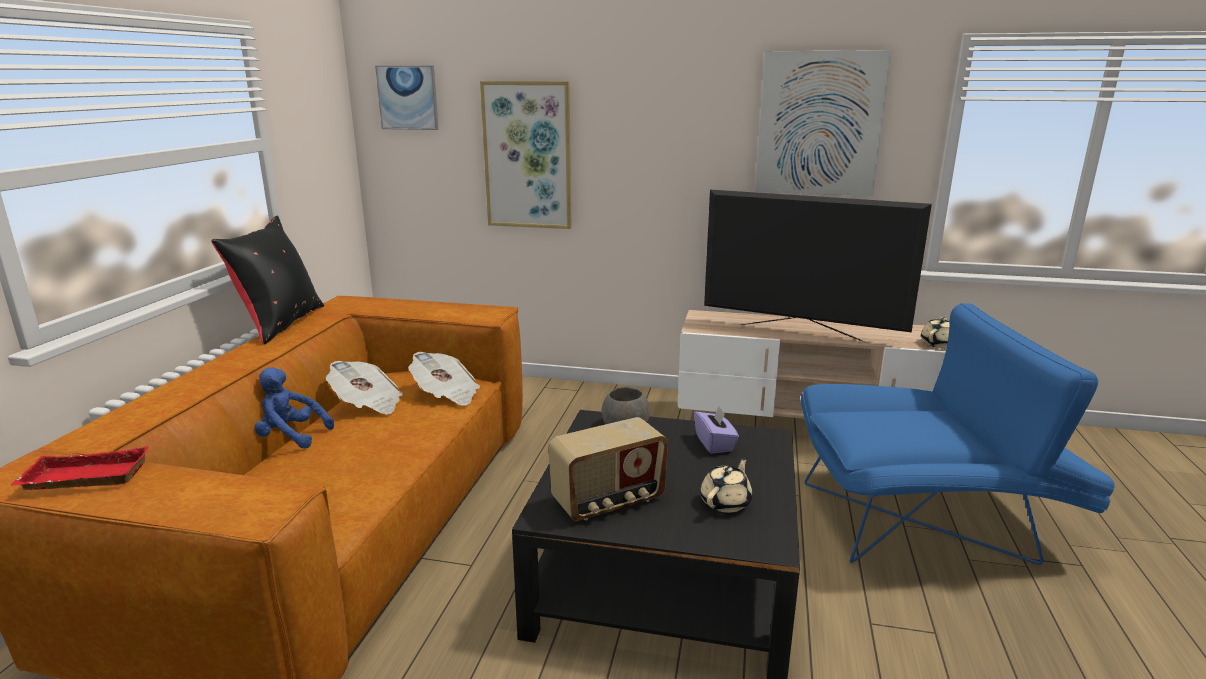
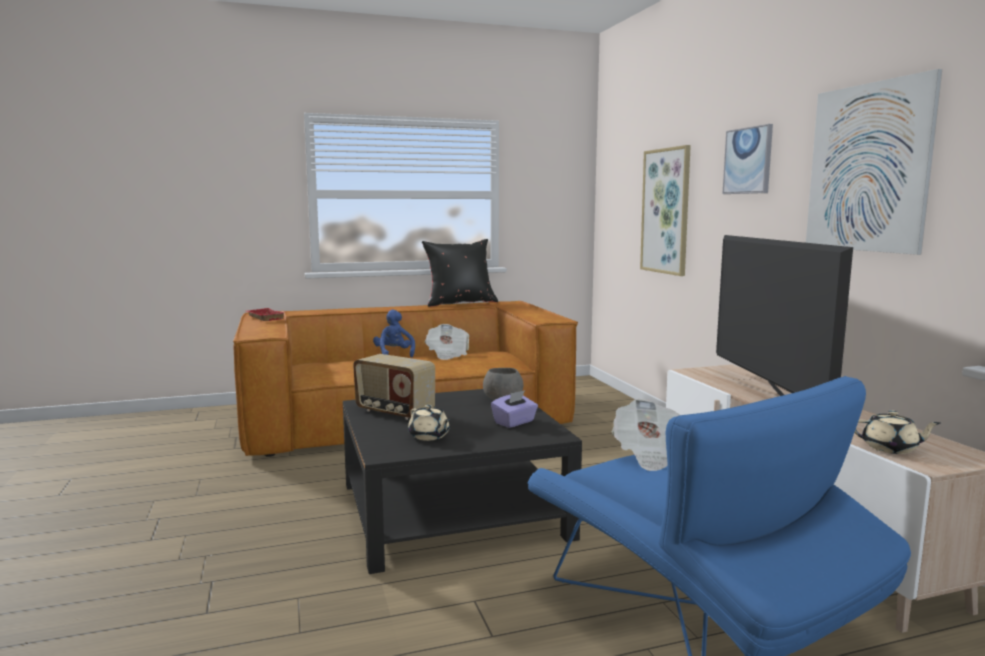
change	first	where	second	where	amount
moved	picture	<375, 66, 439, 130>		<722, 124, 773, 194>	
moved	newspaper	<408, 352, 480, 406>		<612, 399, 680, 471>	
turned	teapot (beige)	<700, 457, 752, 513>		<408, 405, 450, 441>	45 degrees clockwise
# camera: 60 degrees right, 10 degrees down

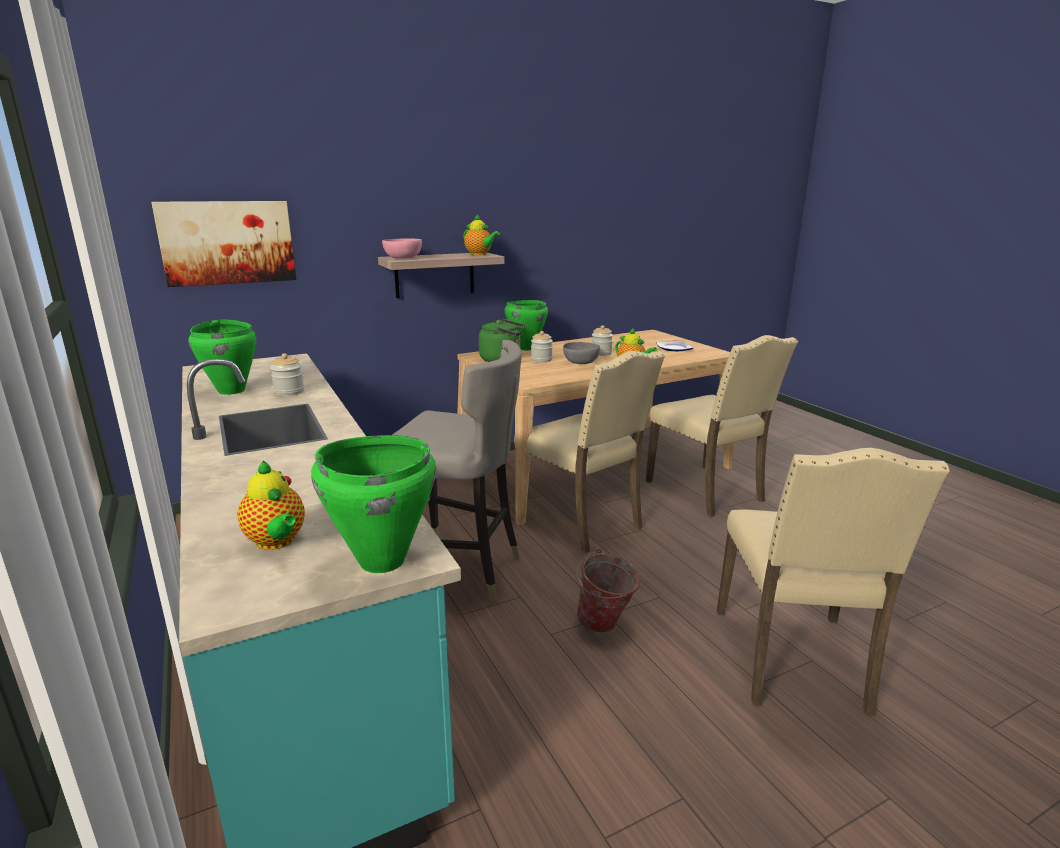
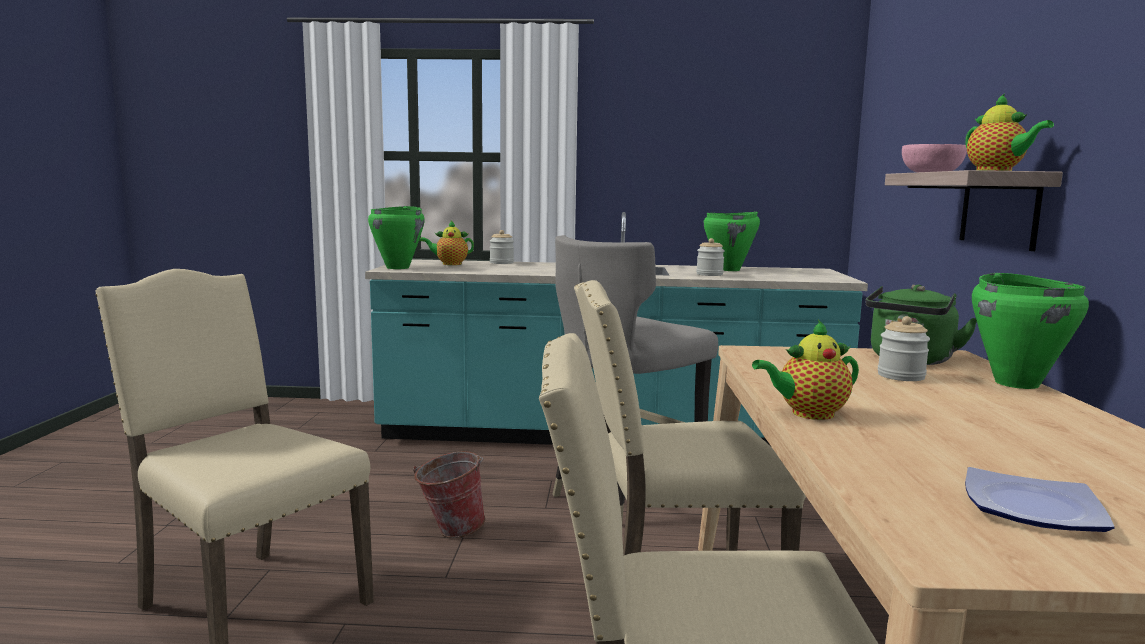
change	first	where	second	where	amount
removed	picture	<151, 201, 296, 287>			
turned	teapot	<463, 214, 500, 255>		<965, 93, 1054, 171>	90 degrees counterclockwise
removed	bowl (grey)	<563, 342, 600, 364>			
moved	jar	<592, 325, 613, 356>		<490, 230, 514, 264>	
# camera: 120 degrees right, 10 degrees down

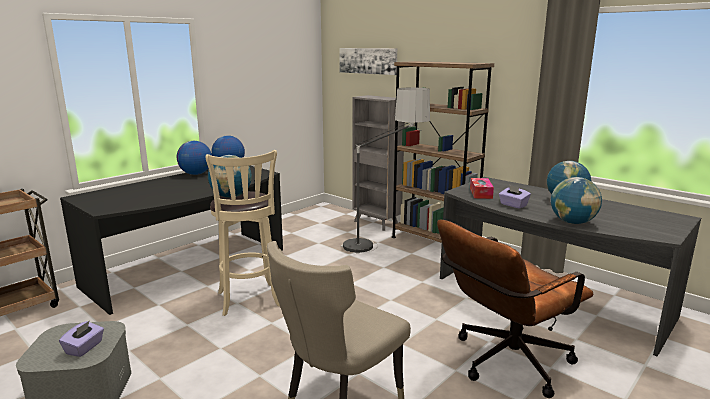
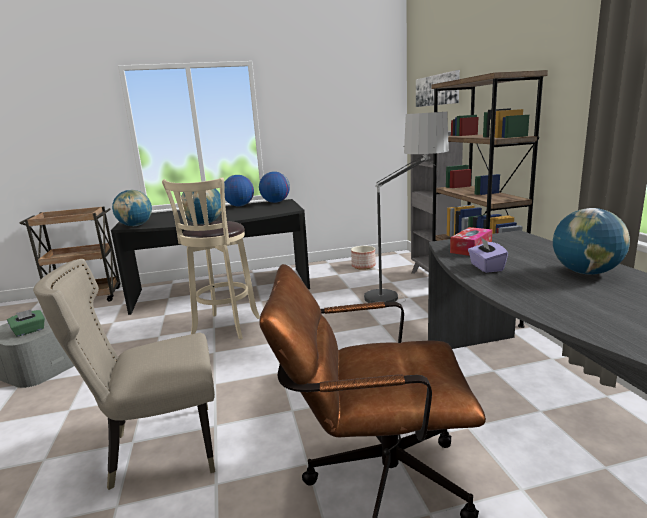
change	first	where	second	where	amount
recoloured	tissue box (purple)	<59, 321, 104, 357>	tissue box (green)	<7, 309, 45, 337>	
moved	globe	<551, 177, 602, 224>		<112, 190, 152, 226>	
added			planter	<351, 246, 376, 270>	
# camera: 35 degrees right, 0 degrees up

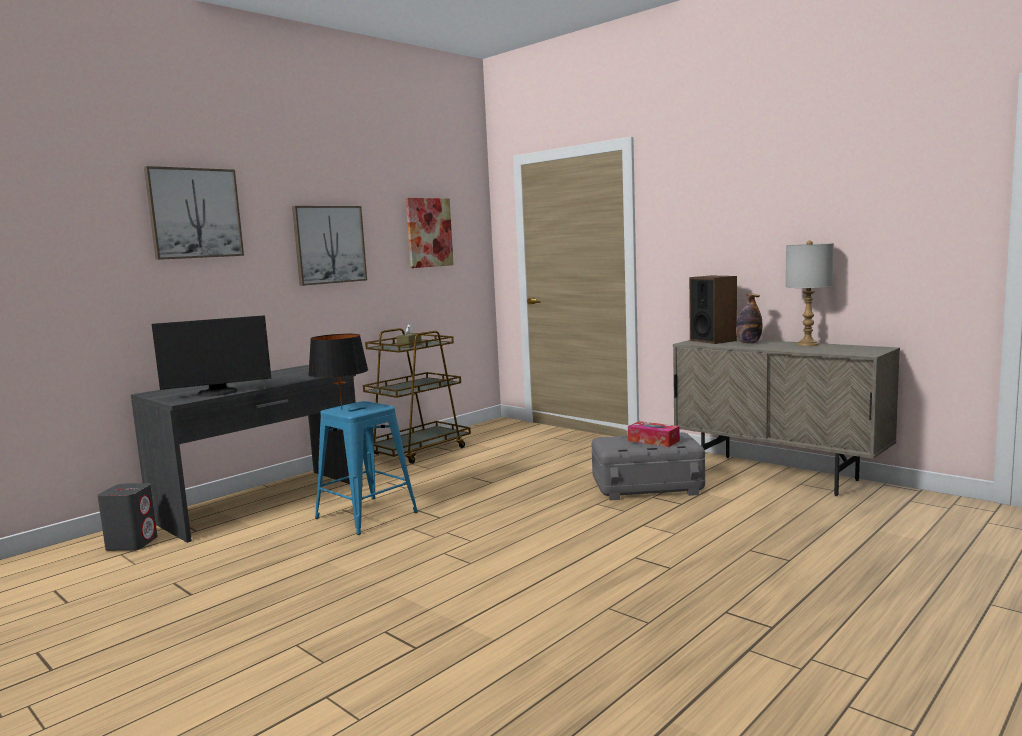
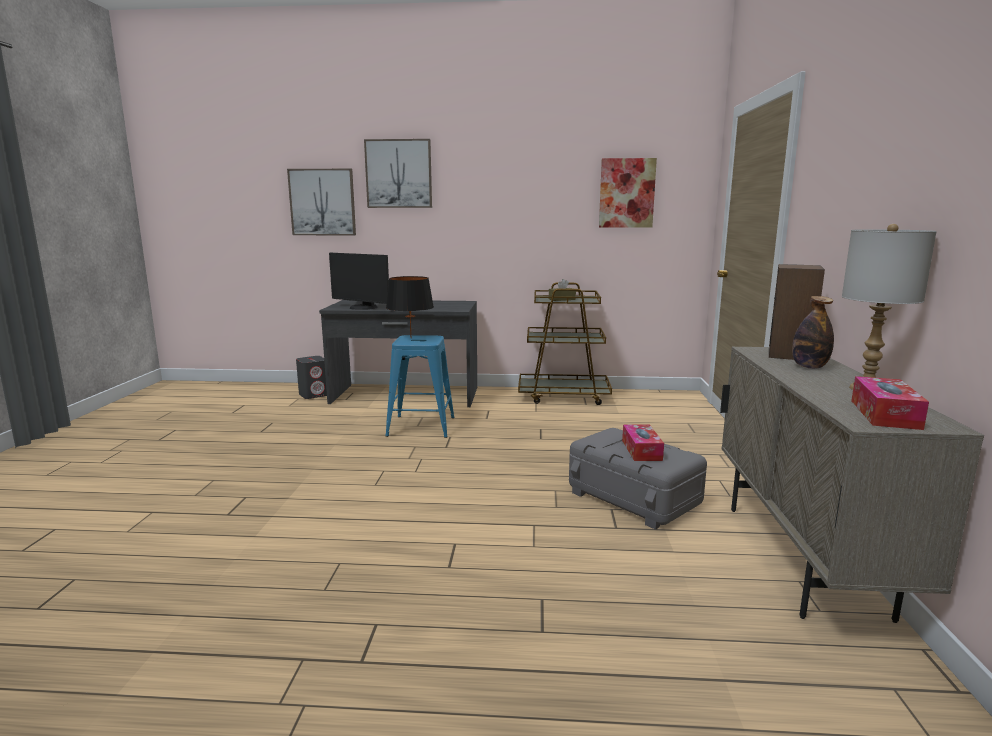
change	first	where	second	where	amount
moved	picture	<292, 206, 367, 286>		<287, 169, 356, 235>	
added			tissue box	<851, 376, 929, 430>	
# camera: 50 degrees right, 5 degrees up

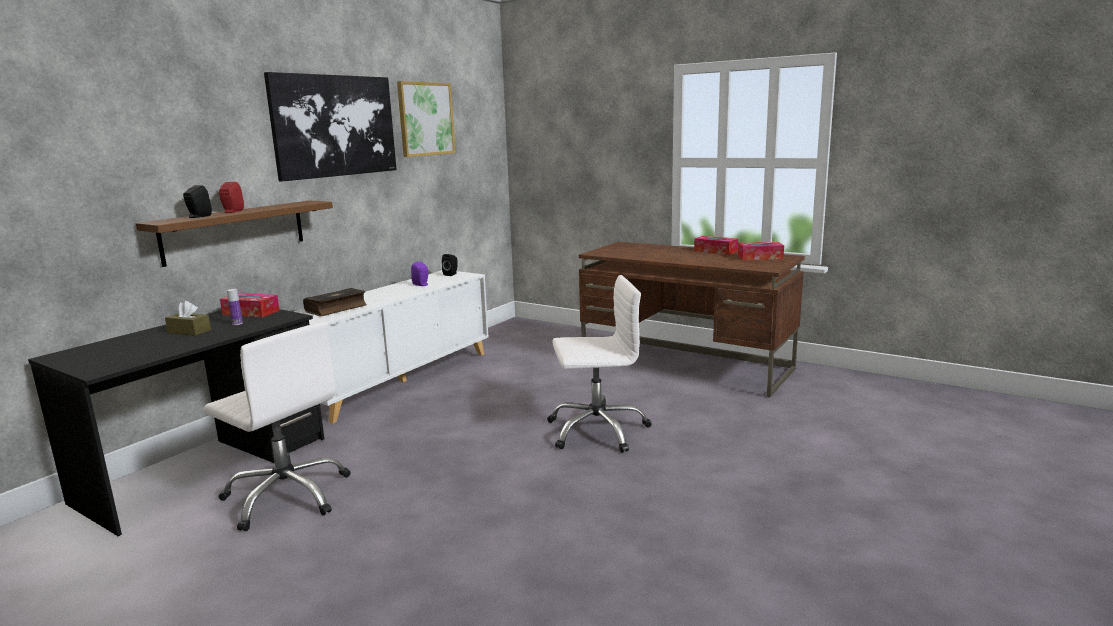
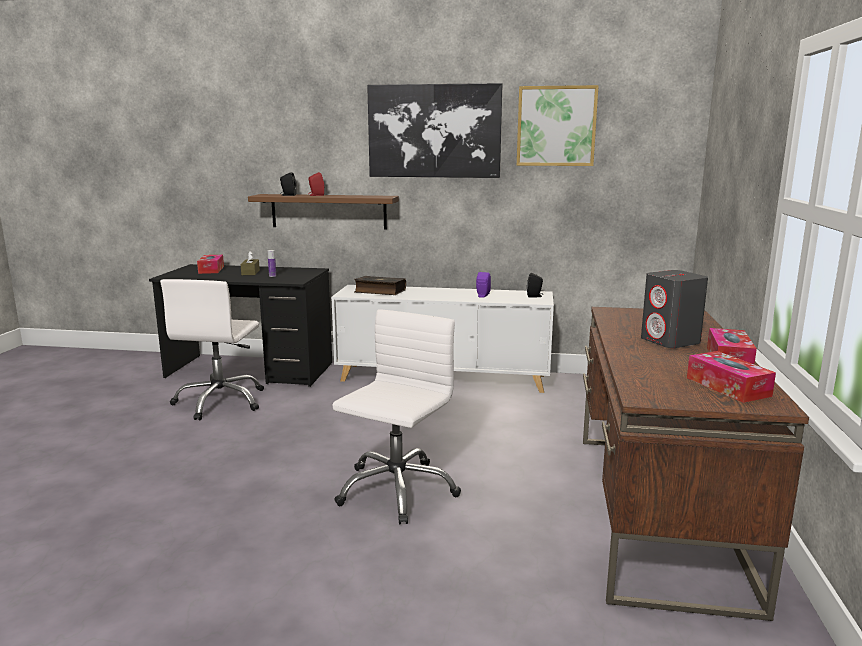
change	first	where	second	where	amount
moved	tissue box	<220, 293, 280, 317>		<197, 255, 224, 274>	
turned	office chair (white)	<547, 275, 652, 453>		<332, 309, 461, 524>	120 degrees counterclockwise
added			speaker (grey)	<641, 270, 708, 348>	
# camera: 65 degrees right, 0 degrees up

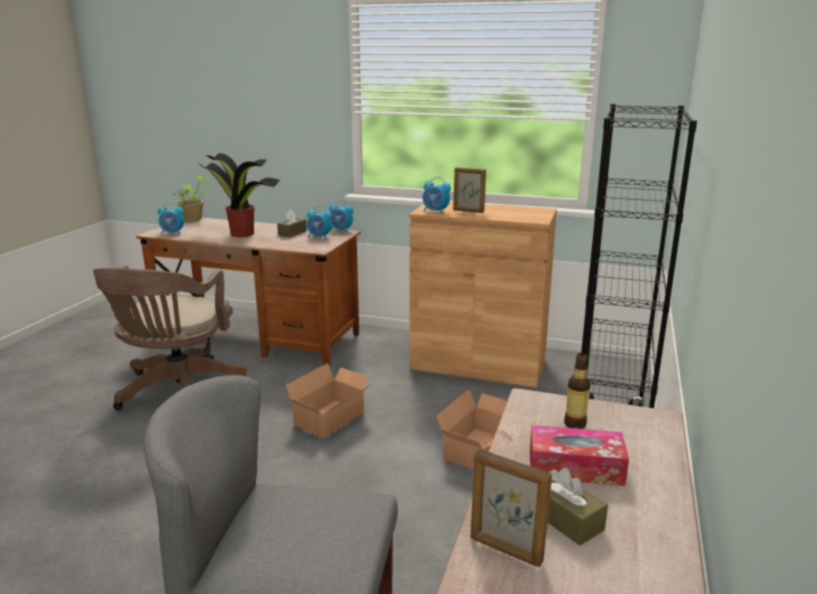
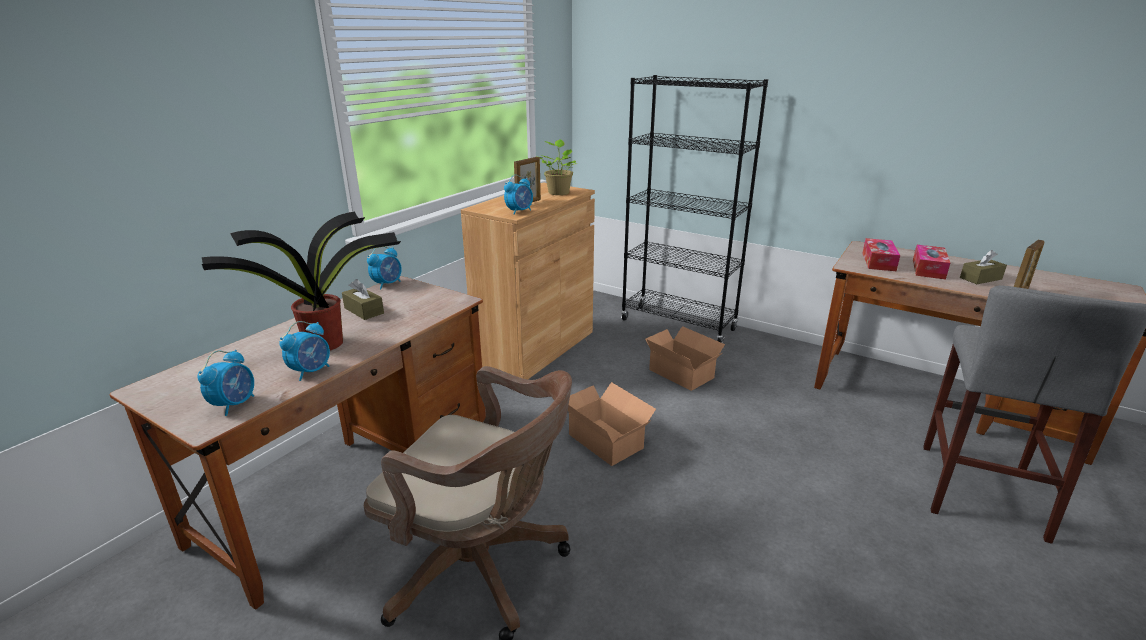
change	first	where	second	where	amount
moved	potted plant	<171, 175, 210, 222>		<536, 139, 577, 195>	
moved	alarm clock	<307, 206, 332, 239>		<279, 321, 330, 381>	
replaced	bottle	<564, 353, 590, 429>	tissue box	<862, 238, 900, 271>	
# camera: 75 degrees left, 5 degrees up

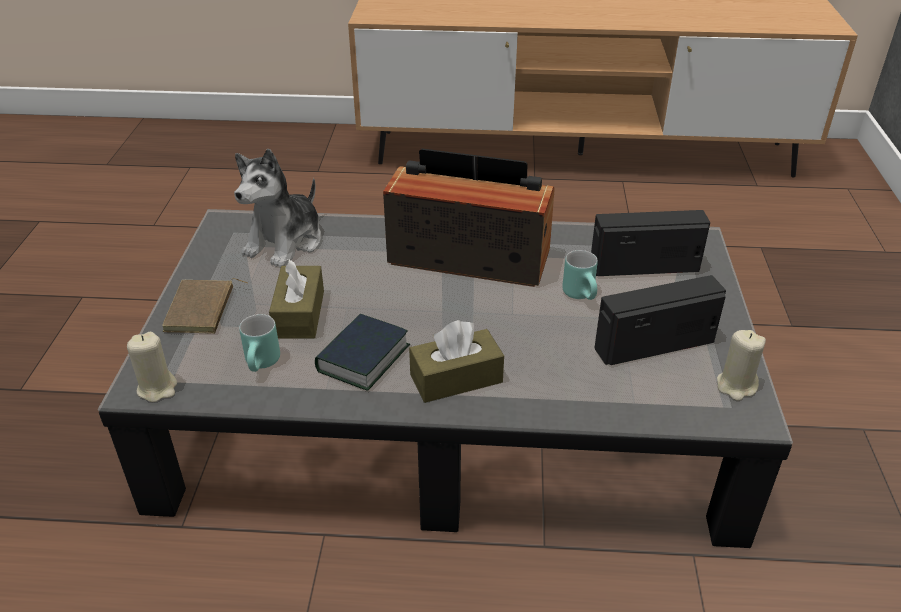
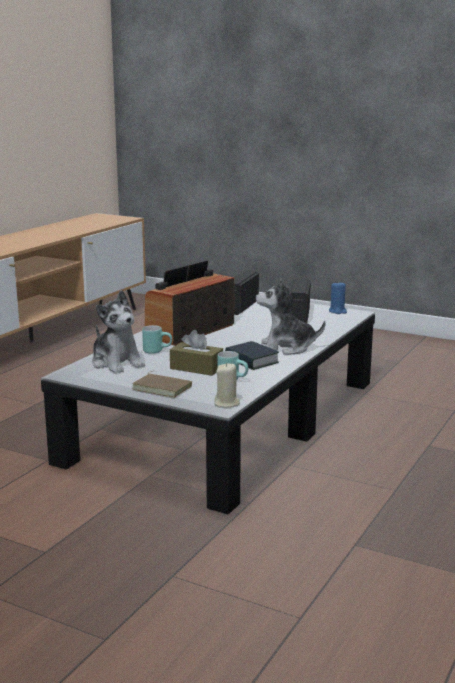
change	first	where	second	where	amount
replaced	tissue box (brown)	<409, 320, 504, 403>	plush toy	<256, 279, 325, 355>	
moved	mug (turquoise)	<562, 250, 598, 300>		<142, 325, 172, 354>	
recoloured	candle (beige)	<717, 330, 766, 401>	candle (blue)	<329, 282, 347, 314>	
# camera: 65 degrees left, 20 degrees down

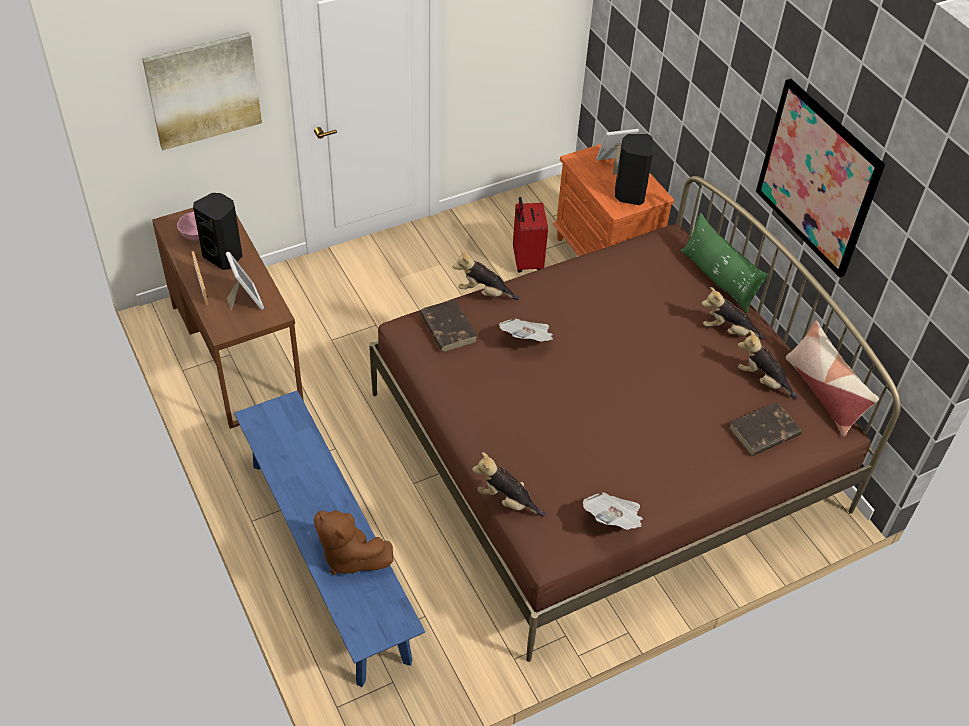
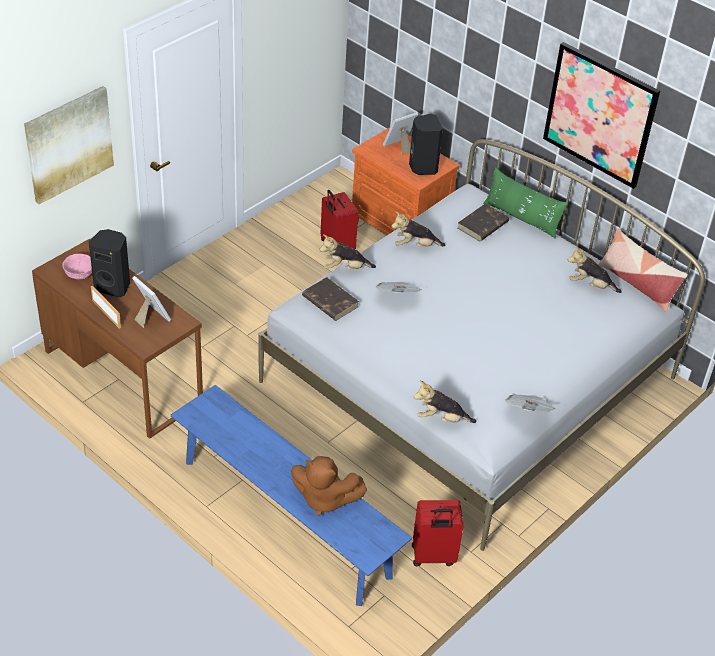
change	first	where	second	where	amount
recoloured	bed (brown)	<369, 176, 901, 662>	bed (white)	<258, 139, 705, 551>	
moved	plush toy	<701, 287, 765, 340>		<391, 211, 446, 247>	
moved	book (brown)	<729, 402, 802, 456>		<458, 203, 509, 241>	
added			suitcase (red)	<412, 500, 464, 566>	
# camera: 20 degrees left, 5 degrees down

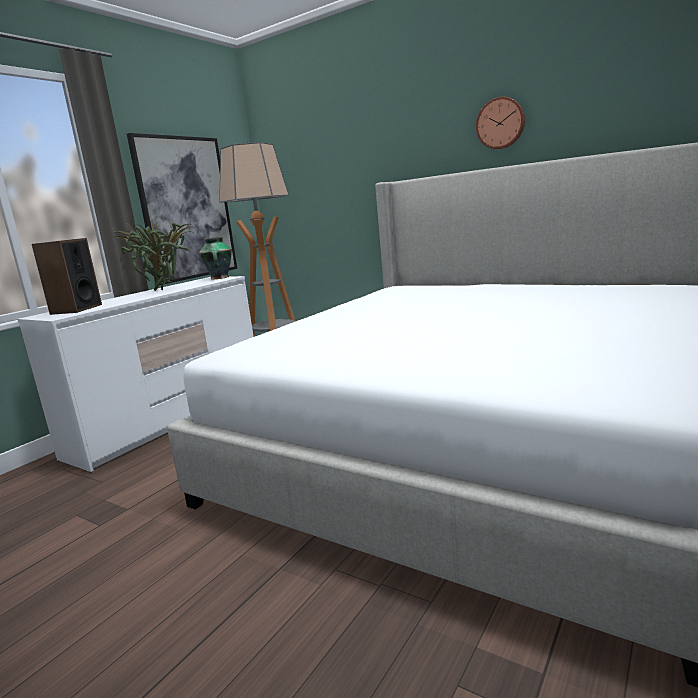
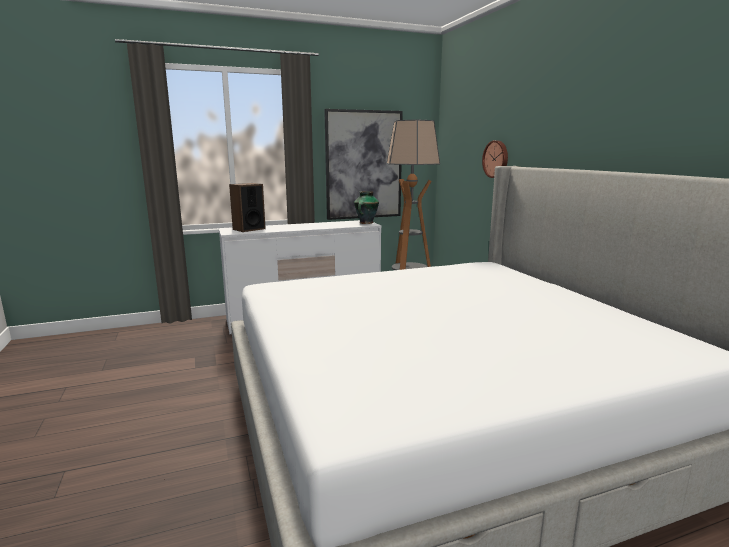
change	first	where	second	where	amount
removed	potted plant	<113, 218, 194, 291>			
moved	wall clock	<476, 97, 525, 149>		<482, 140, 508, 178>	
# camera: 35 degrees right, 0 degrees up

